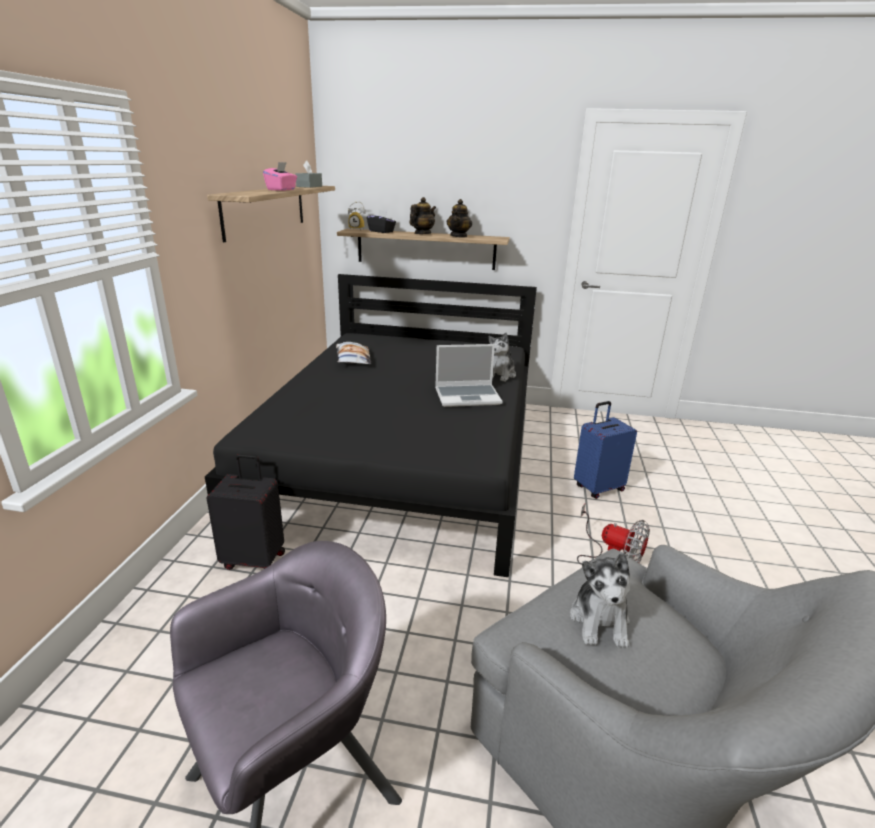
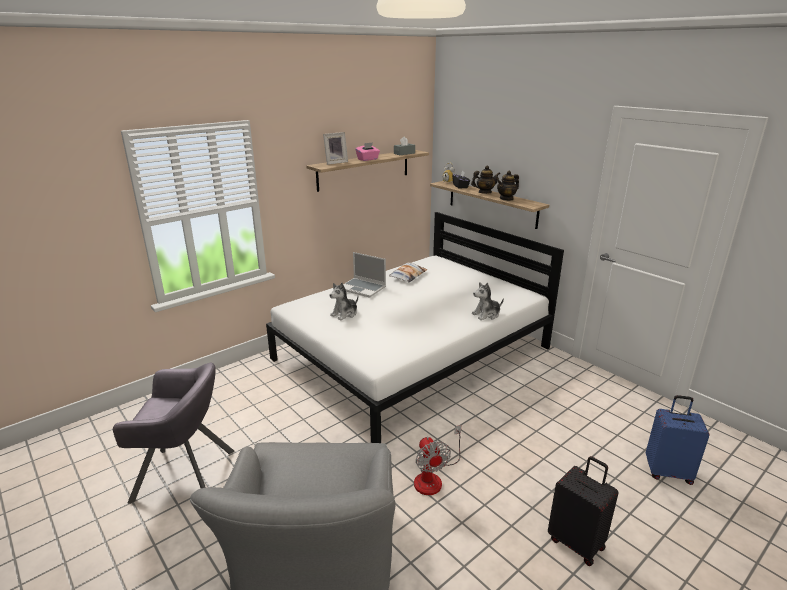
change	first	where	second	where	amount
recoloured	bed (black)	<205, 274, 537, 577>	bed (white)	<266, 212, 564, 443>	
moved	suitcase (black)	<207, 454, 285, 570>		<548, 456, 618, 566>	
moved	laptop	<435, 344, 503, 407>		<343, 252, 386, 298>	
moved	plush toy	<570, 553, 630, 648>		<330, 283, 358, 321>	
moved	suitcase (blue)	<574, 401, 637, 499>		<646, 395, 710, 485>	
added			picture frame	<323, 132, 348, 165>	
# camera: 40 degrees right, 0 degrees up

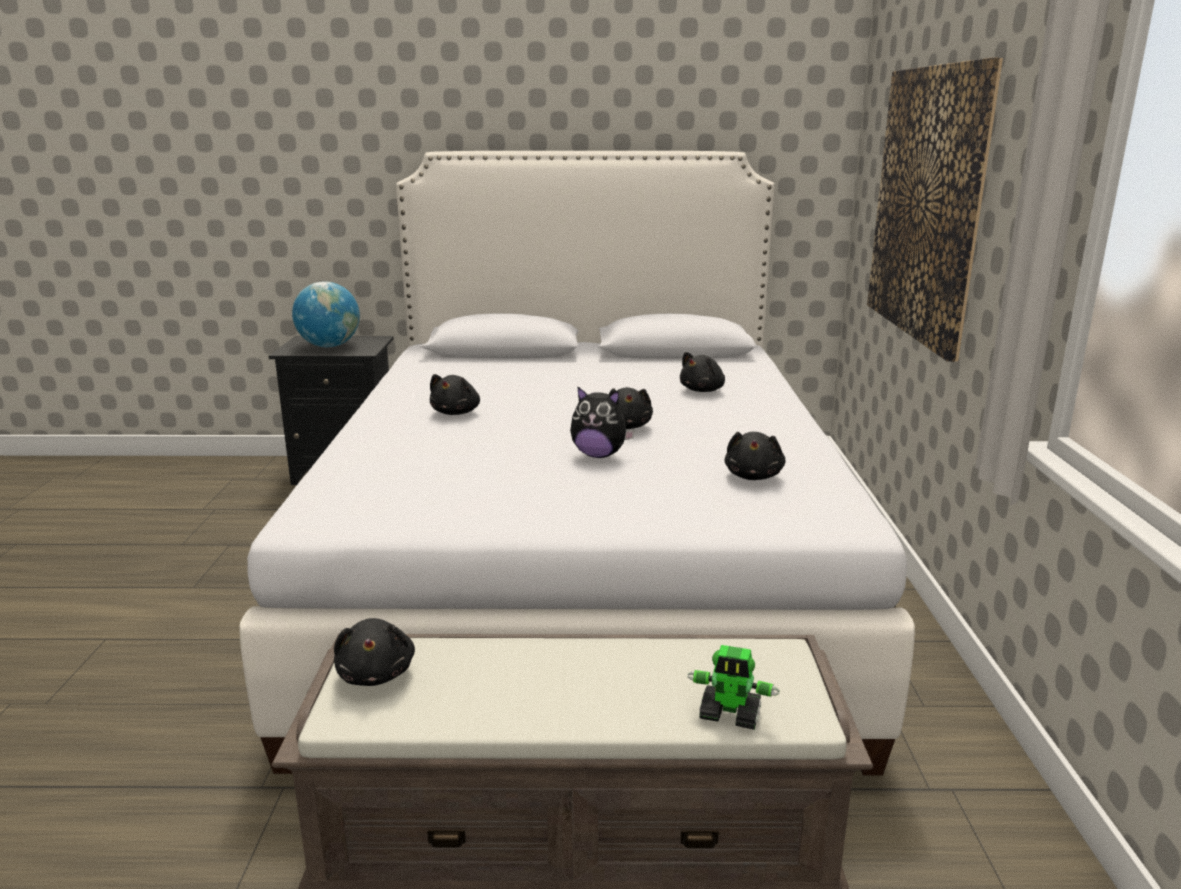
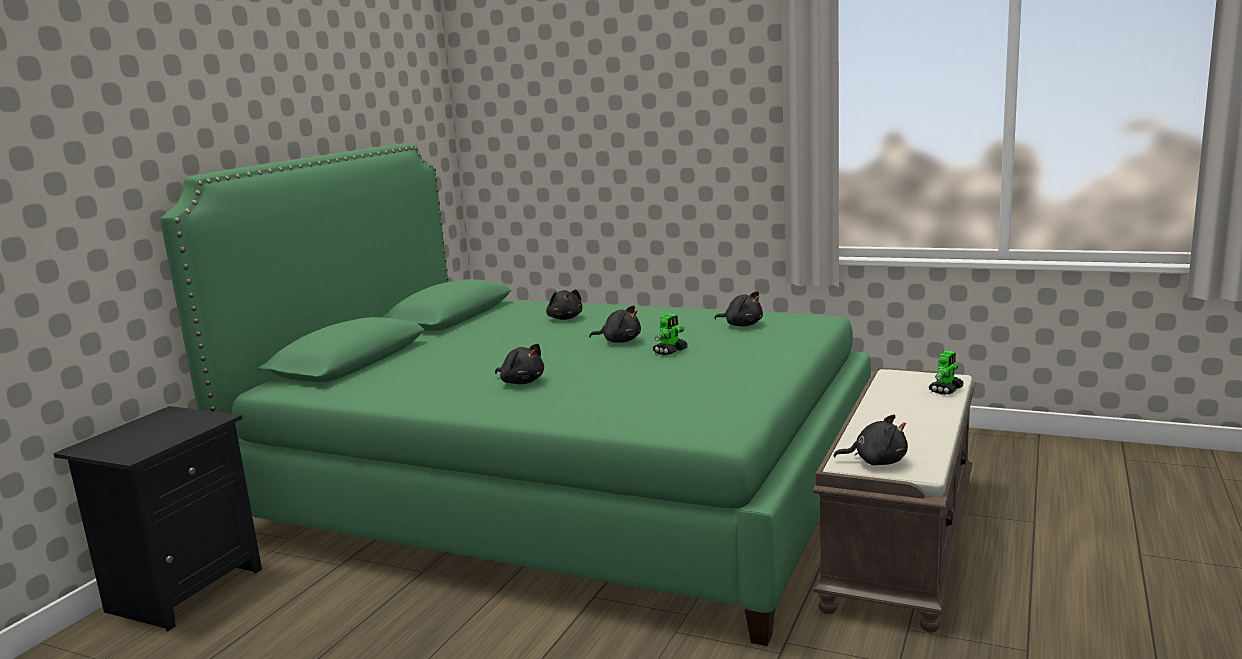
change	first	where	second	where	amount
recoloured	bed (white)	<240, 151, 915, 775>	bed (green)	<160, 143, 871, 646>	
removed	globe	<292, 281, 360, 347>			
replaced	plush toy	<570, 386, 635, 458>	toy robot	<653, 314, 688, 355>	
removed	picture	<867, 57, 1003, 362>			
# camera: 65 degrees left, 5 degrees down

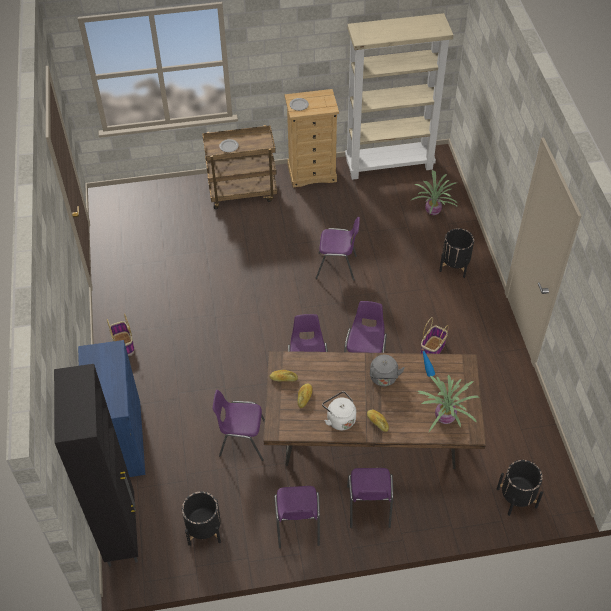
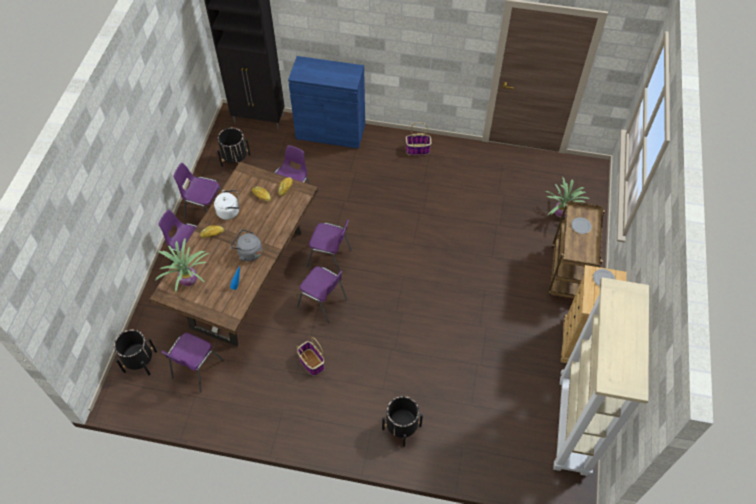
change	first	where	second	where	amount
moved	chair (purple)	<315, 217, 360, 281>		<161, 333, 224, 393>	
moved	potted plant	<412, 170, 458, 215>		<545, 176, 589, 218>	
# camera: 110 degrees right, 5 degrees up

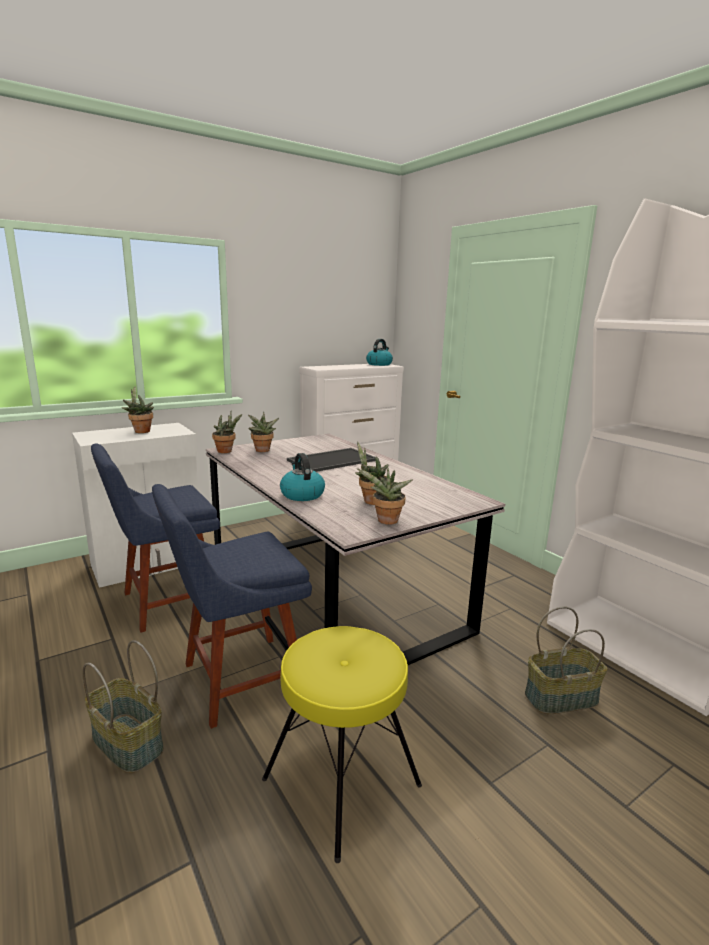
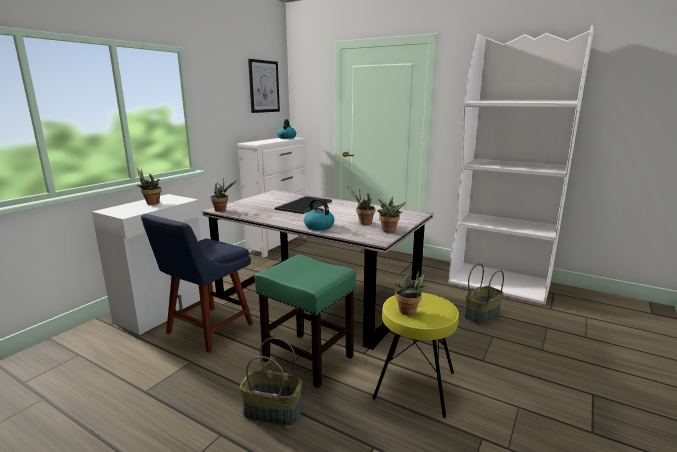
change	first	where	second	where	amount
replaced	chair (blue)	<152, 484, 312, 729>	stool (green)	<255, 254, 356, 388>	
moved	potted plant	<248, 412, 279, 452>		<395, 271, 428, 315>	
added			picture	<248, 59, 280, 113>	
# camera: 25 degrees left, 0 degrees up

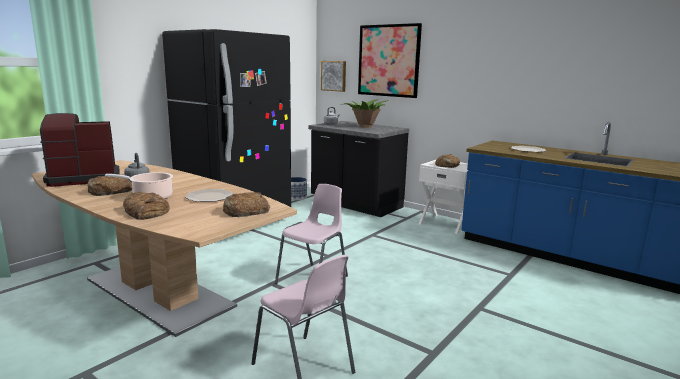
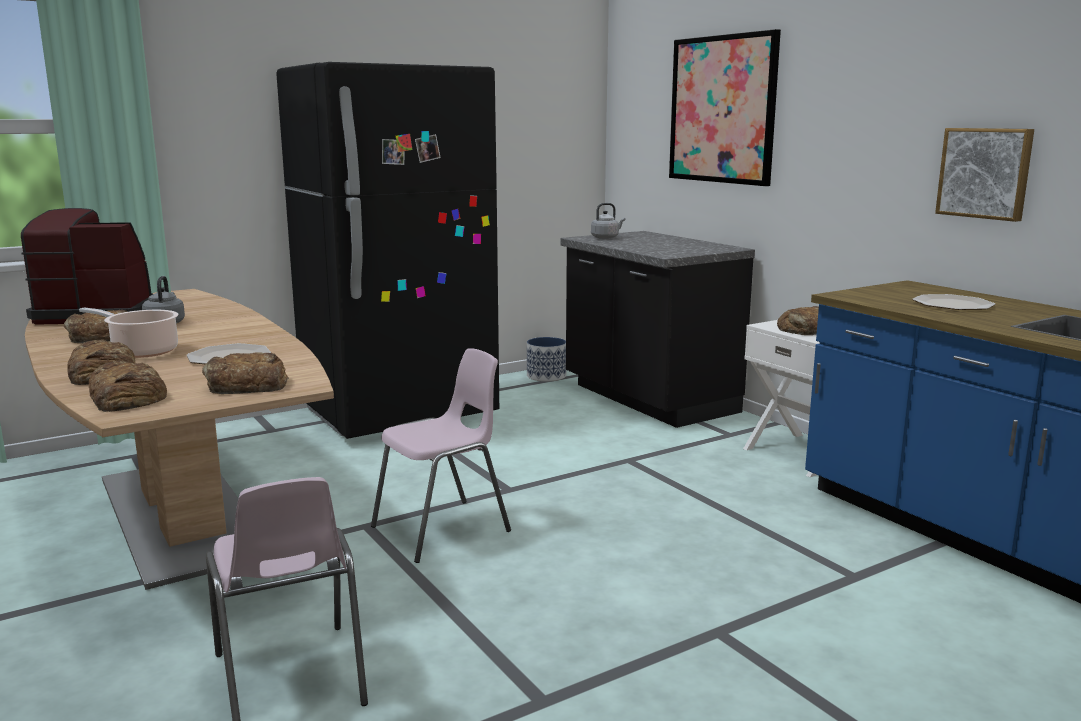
change	first	where	second	where	amount
moved	picture	<321, 61, 346, 92>		<935, 128, 1034, 222>	
removed	potted plant	<341, 99, 389, 128>			
added			bread	<89, 360, 167, 412>	
# camera: 20 degrees right, 0 degrees up

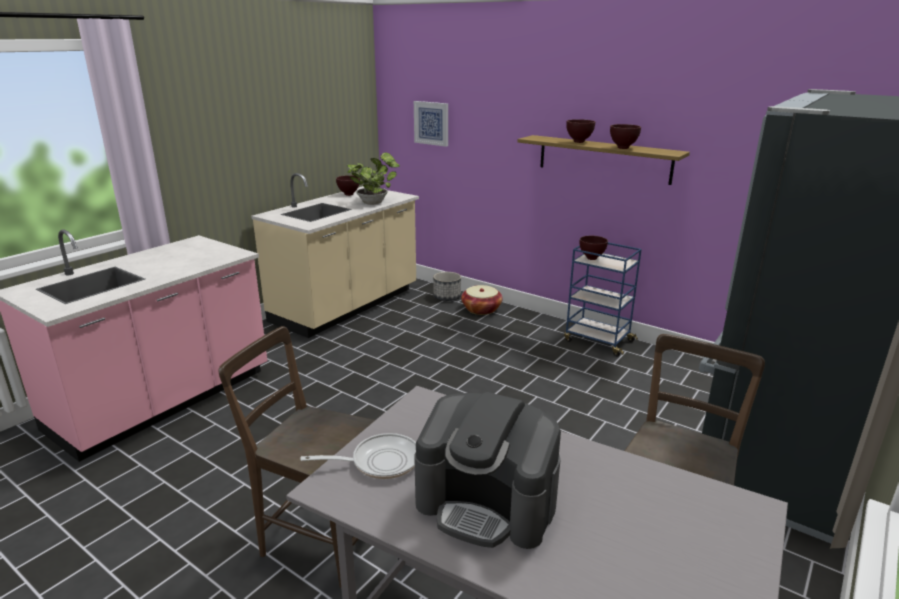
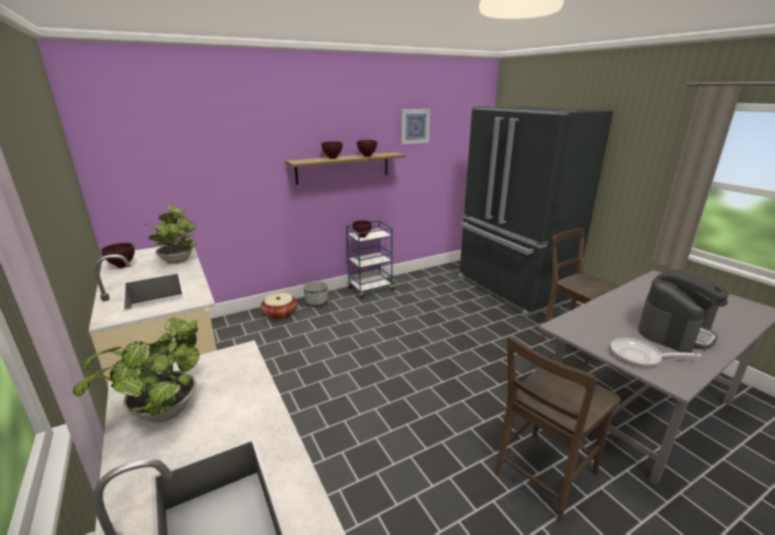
change	first	where	second	where	amount
turned	frying pan	<301, 433, 416, 479>		<611, 338, 701, 367>	90 degrees counterclockwise
moved	picture	<414, 101, 448, 147>		<401, 109, 430, 144>	
moved	planter	<433, 272, 461, 301>		<304, 281, 328, 307>	
added			potted plant	<73, 318, 200, 423>	
# camera: 65 degrees left, 0 degrees up

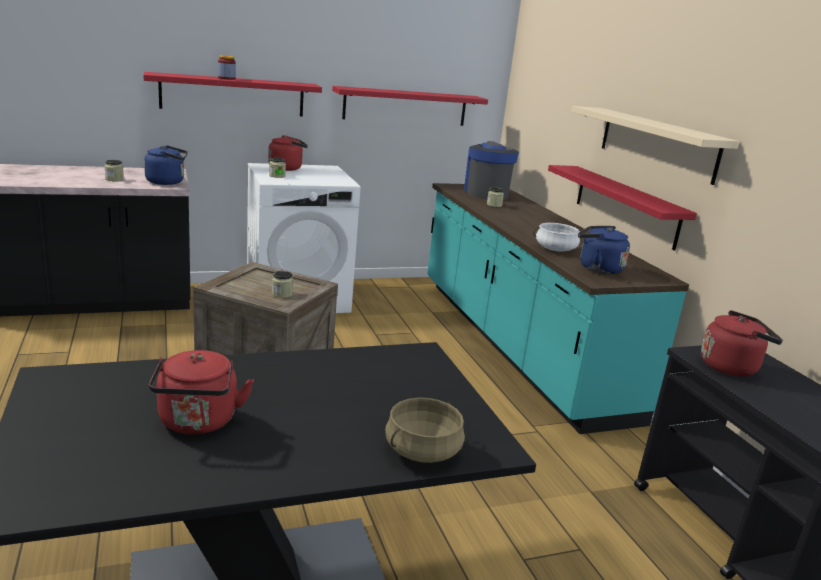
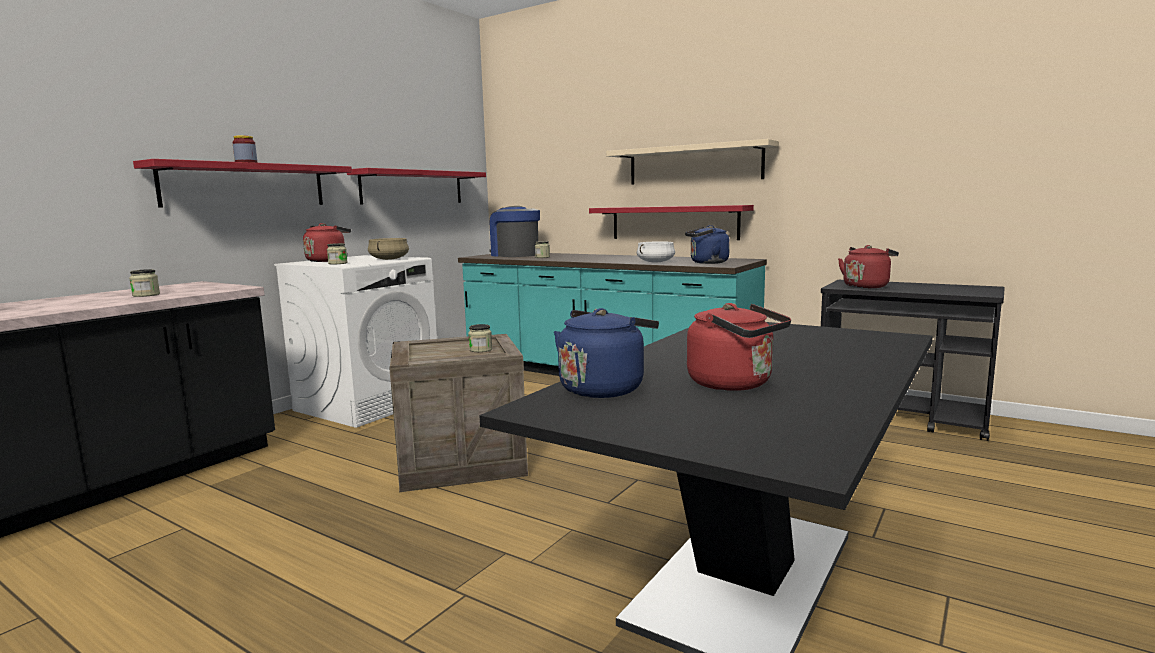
change	first	where	second	where	amount
moved	kettle (blue)	<144, 145, 188, 185>		<554, 308, 659, 398>	
moved	cooking pot (beige)	<385, 397, 465, 463>		<368, 238, 409, 260>	
# camera: 35 degrees left, 10 degrees down

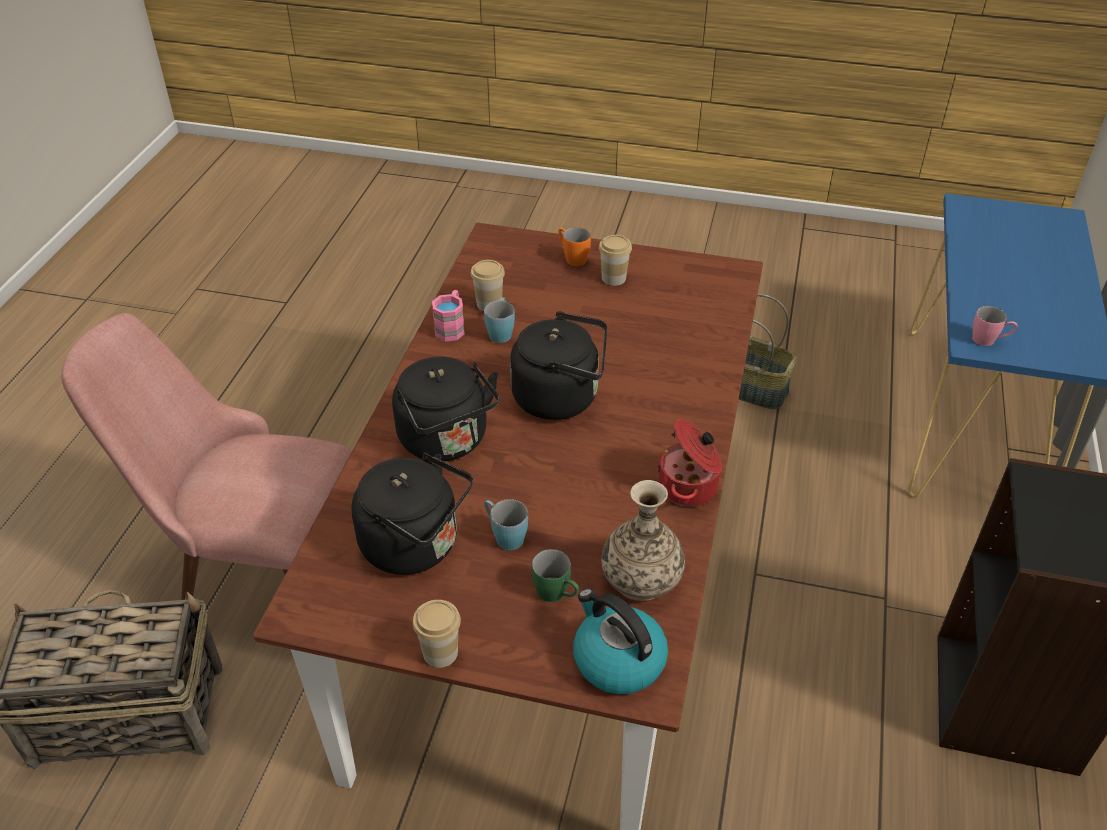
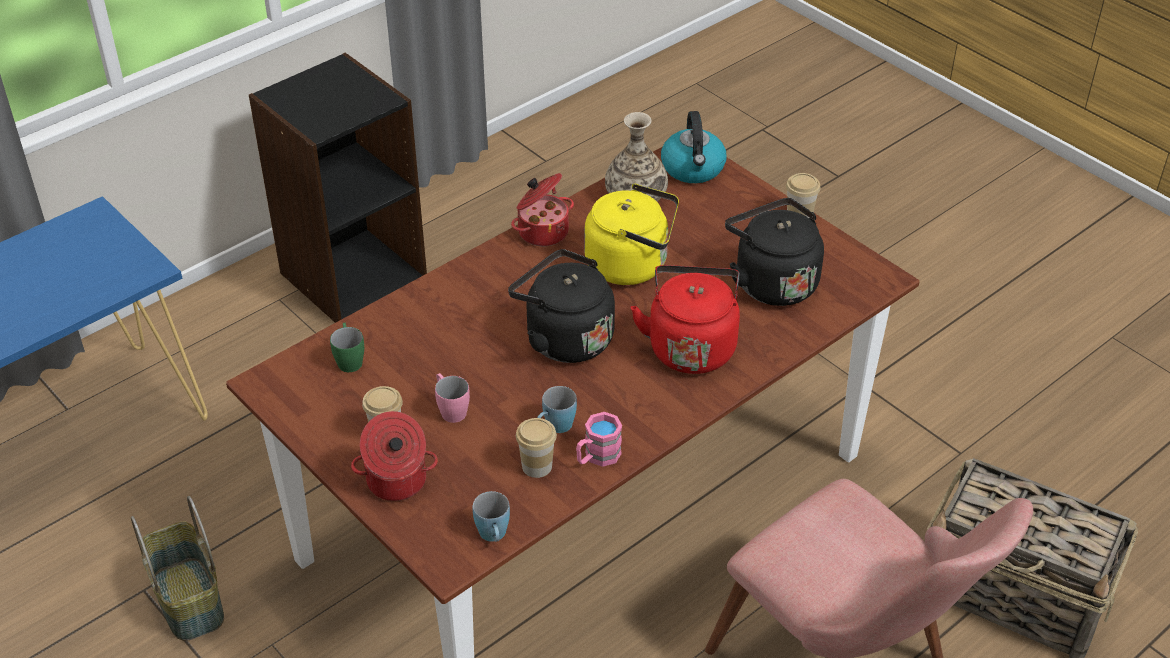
change	first	where	second	where	amount
recoloured	kettle (black)	<392, 357, 499, 461>	kettle (red)	<631, 265, 740, 374>	
moved	mug (blue)	<484, 499, 528, 550>		<473, 491, 510, 542>	
moved	mug (green)	<532, 549, 579, 602>		<330, 322, 364, 372>	
replaced	mug (orange)	<558, 227, 591, 266>	cooking pot	<351, 411, 438, 501>	
moved	mug (pink)	<972, 306, 1017, 346>		<435, 373, 470, 423>	
added			kettle (yellow)	<585, 184, 679, 285>	
# camera: 145 degrees left, 0 degrees up

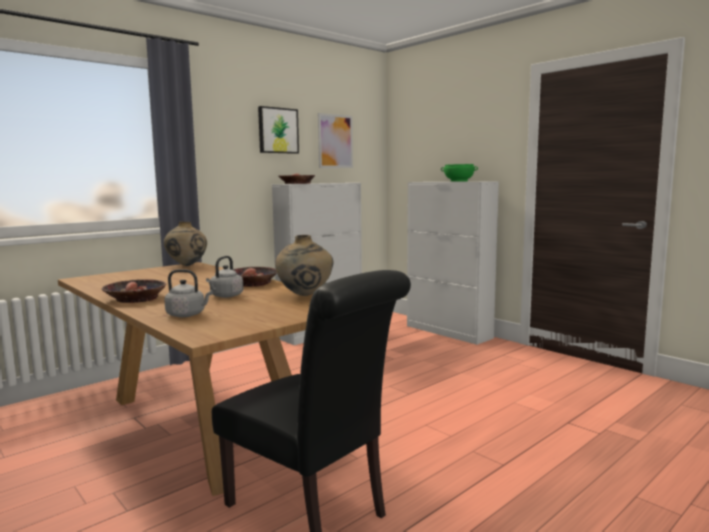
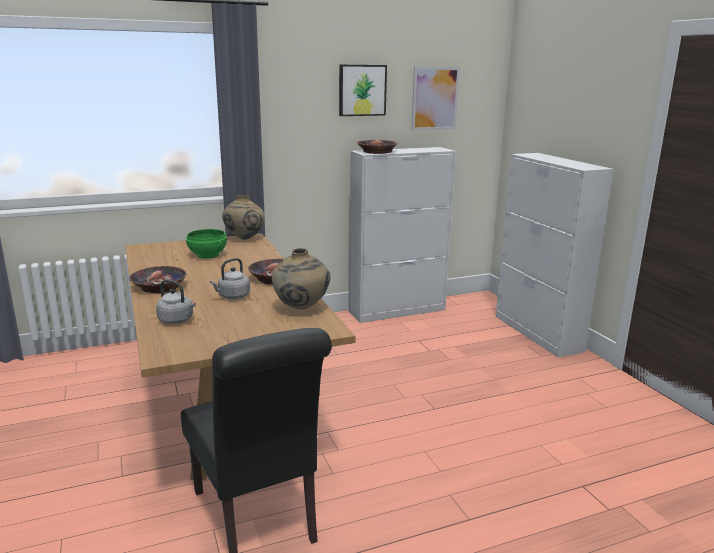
change	first	where	second	where	amount
moved	bowl (green)	<441, 164, 478, 182>		<186, 229, 227, 258>	
# camera: 20 degrees right, 10 degrees up

